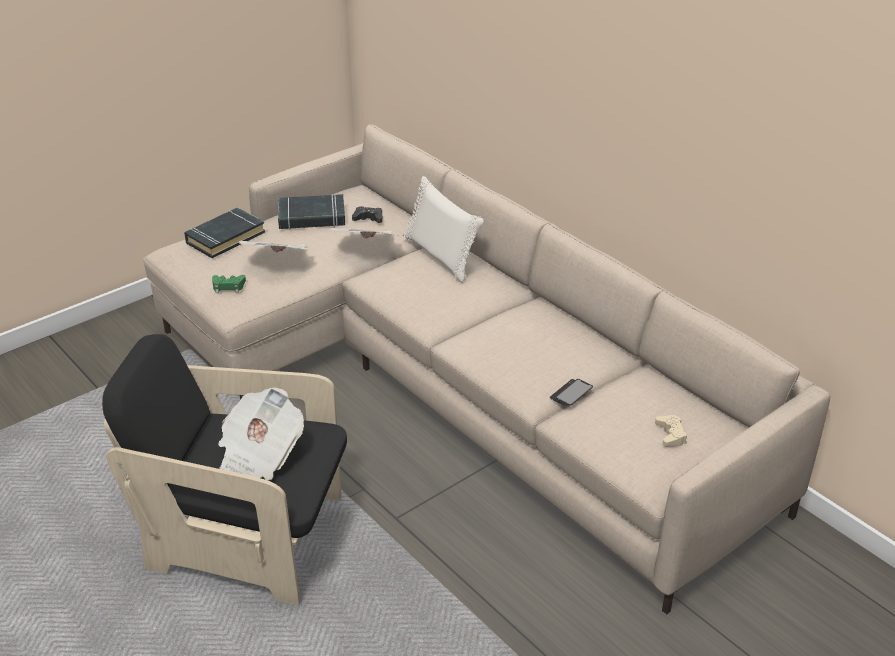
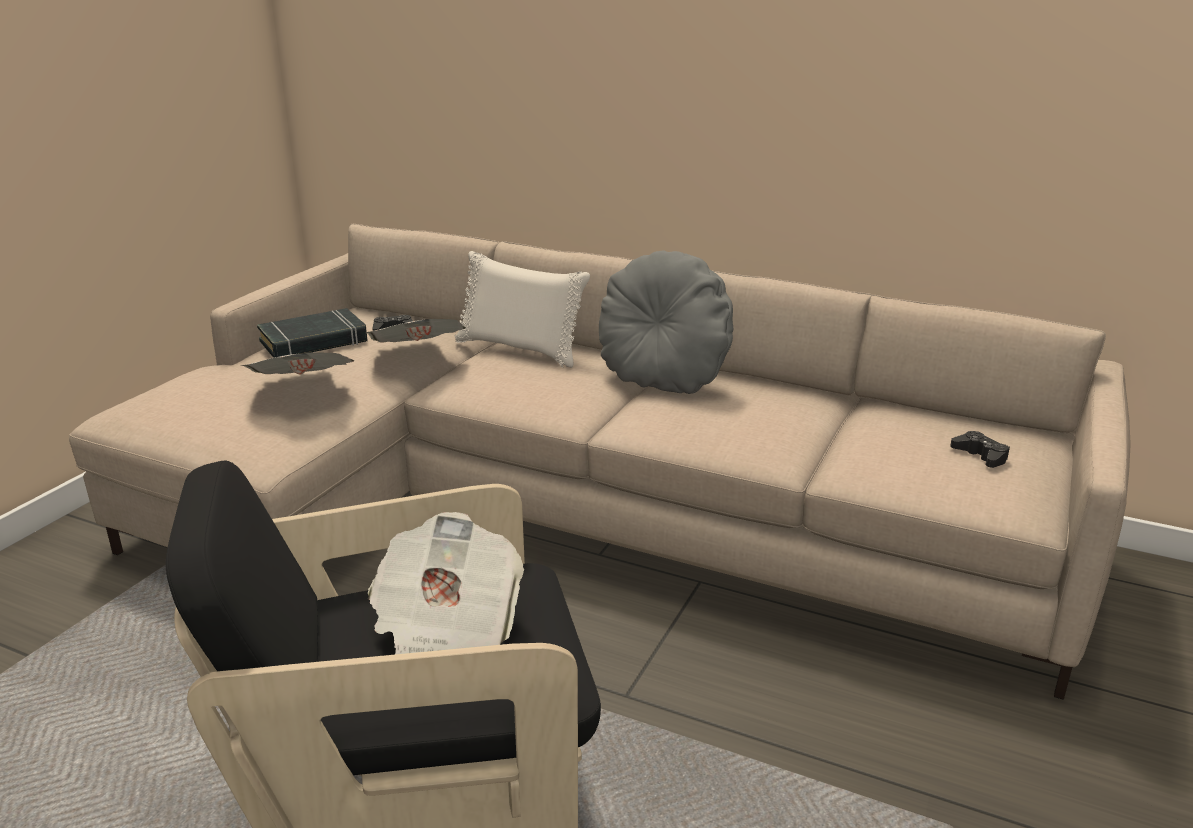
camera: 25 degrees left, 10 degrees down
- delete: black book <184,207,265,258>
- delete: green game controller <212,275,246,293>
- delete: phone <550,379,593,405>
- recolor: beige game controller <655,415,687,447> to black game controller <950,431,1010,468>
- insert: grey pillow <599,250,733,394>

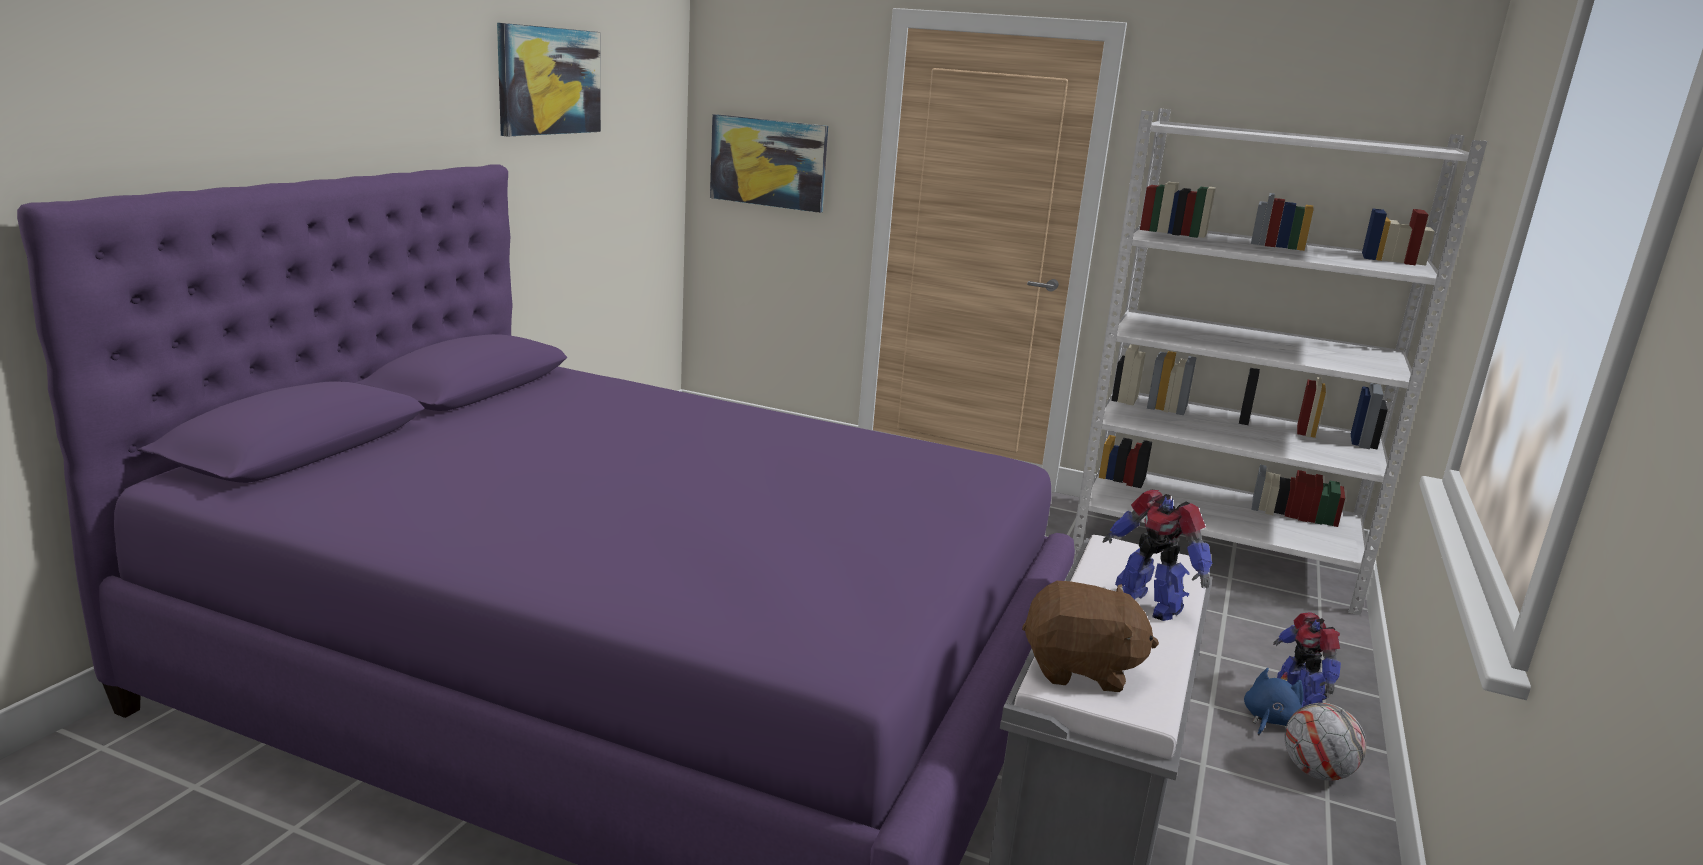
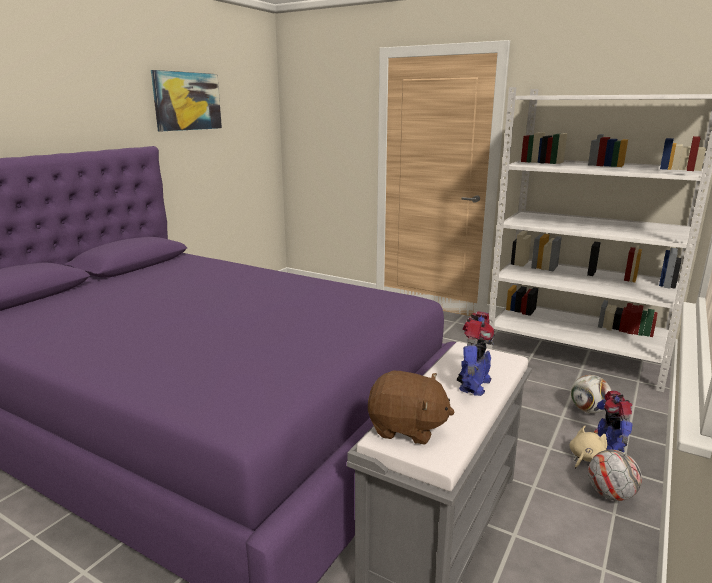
camera: 10 degrees right, 0 degrees up
- delete: picture <710,114,828,213>
- rotate: toy robot <1102,490,1213,621> = <457,311,494,396> 120 degrees counterclockwise
- recolor: blue plush toy <1244,668,1304,736> to beige plush toy <570,426,607,469>
- insert: football <571,375,611,413>

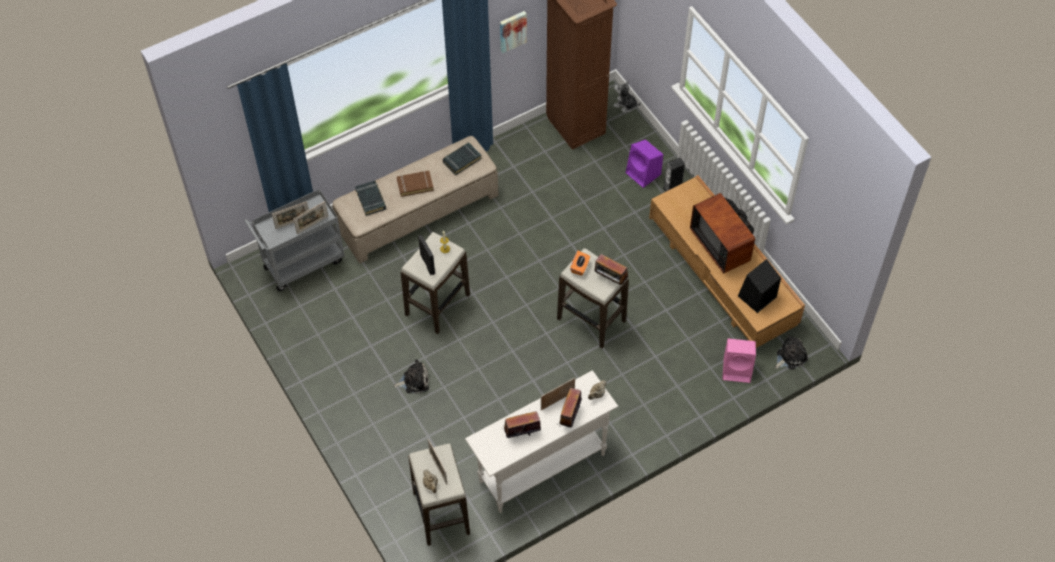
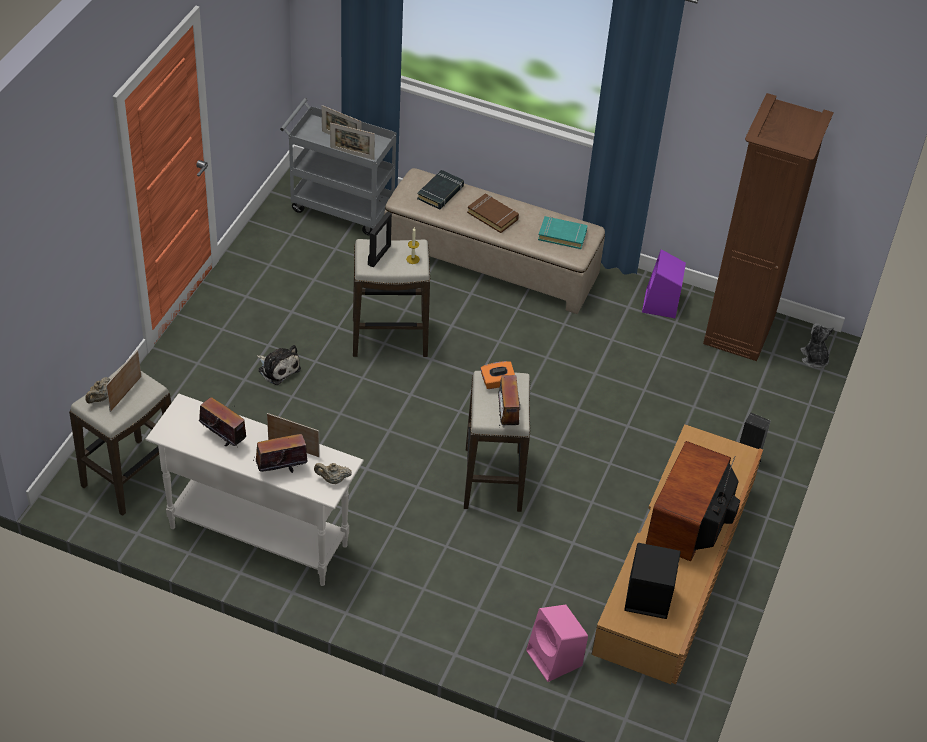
camera: 50 degrees right, 10 degrees down
- delete: picture <500,11,527,53>
- move: purple speaker <626,139,663,188> to <642,249,686,318>
- recolor: black book <443,142,482,175> to turquoise book <538,216,588,249>
- delete: plush toy <775,335,808,370>

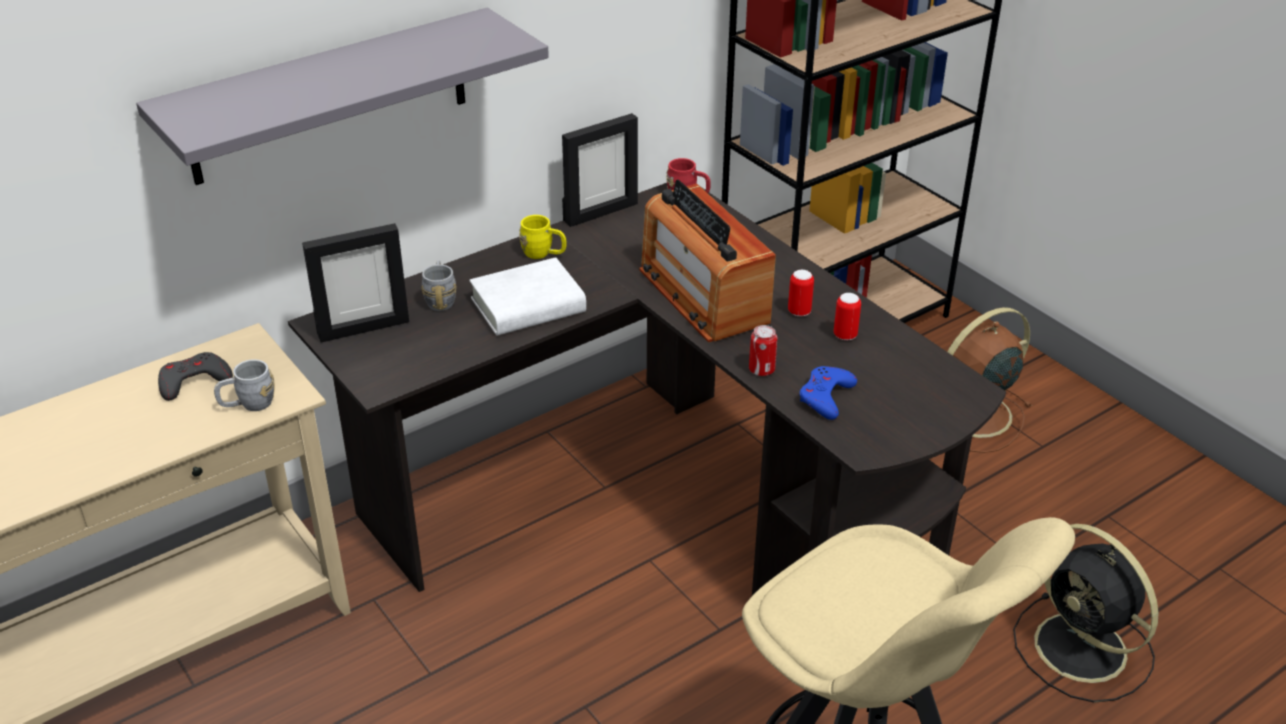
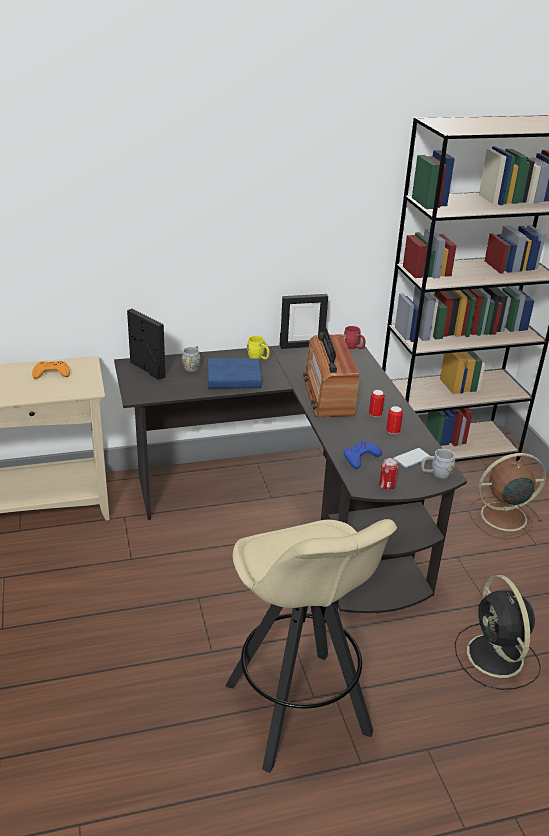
camera: 20 degrees right, 5 degrees down
- delete: grey shelf <136,8,549,185>
- rotate: picture frame <302,223,409,343> = <127,309,166,380> 135 degrees counterclockwise
- recolor: white book <469,257,586,336> to blue book <208,358,261,389>
- move: can <749,325,777,376> to <379,458,398,490>
- recolor: grey game controller <158,352,233,401> to orange game controller <32,361,70,379>
- move: grey mug <214,359,275,411> to <421,449,455,479>
- insert: phone <393,448,430,468>

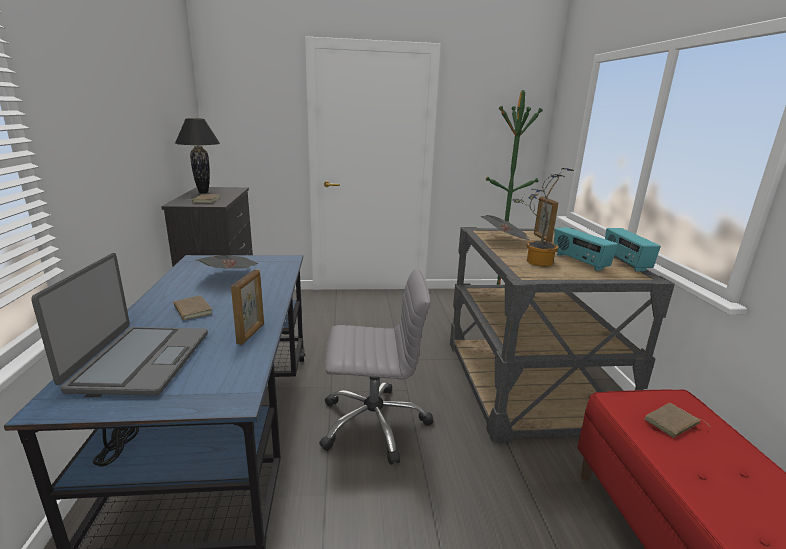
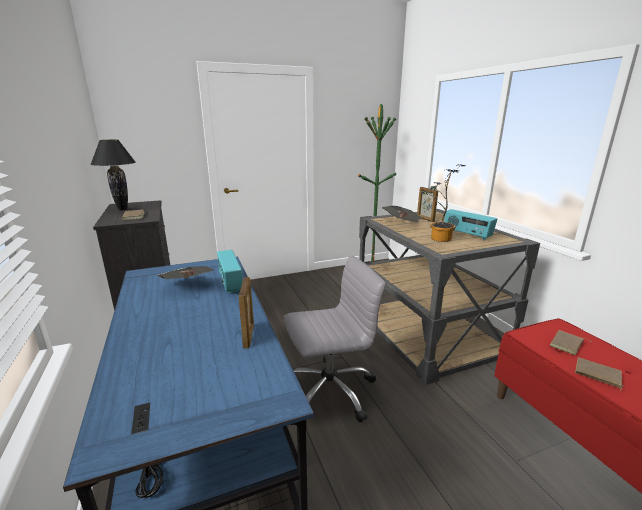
camera: 15 degrees left, 0 degrees up
- move: radio <605,228,661,272> to <217,250,243,294>
- delete: laptop <31,253,208,396>
- move: brown book <172,295,212,320> to <575,357,624,390>

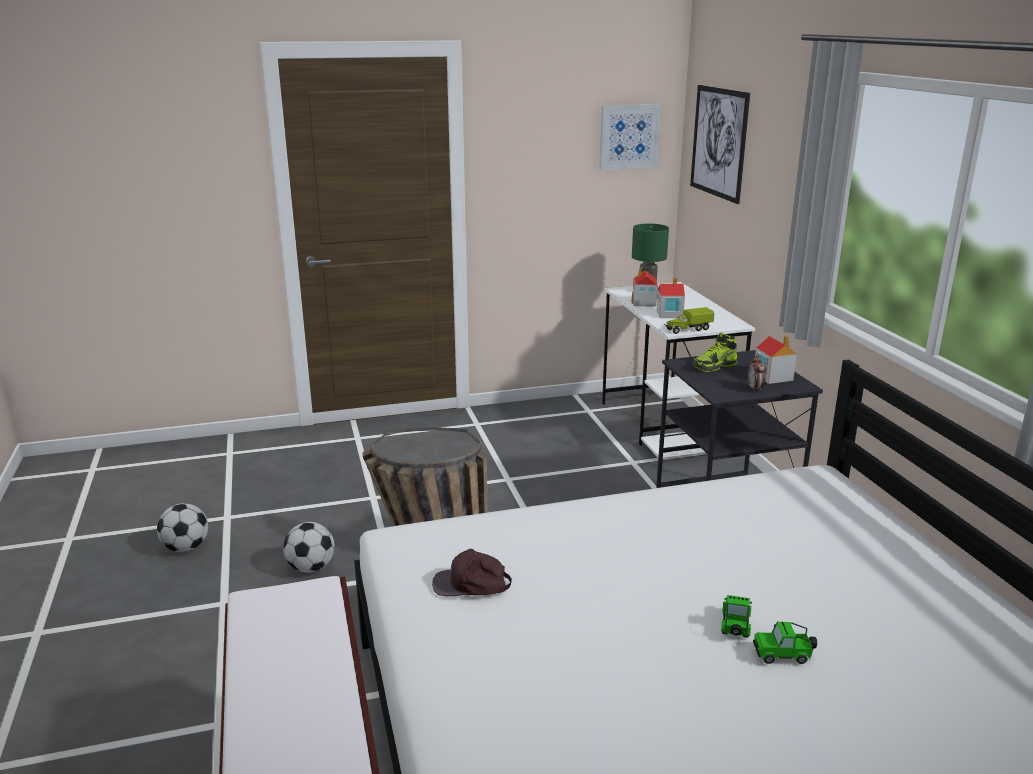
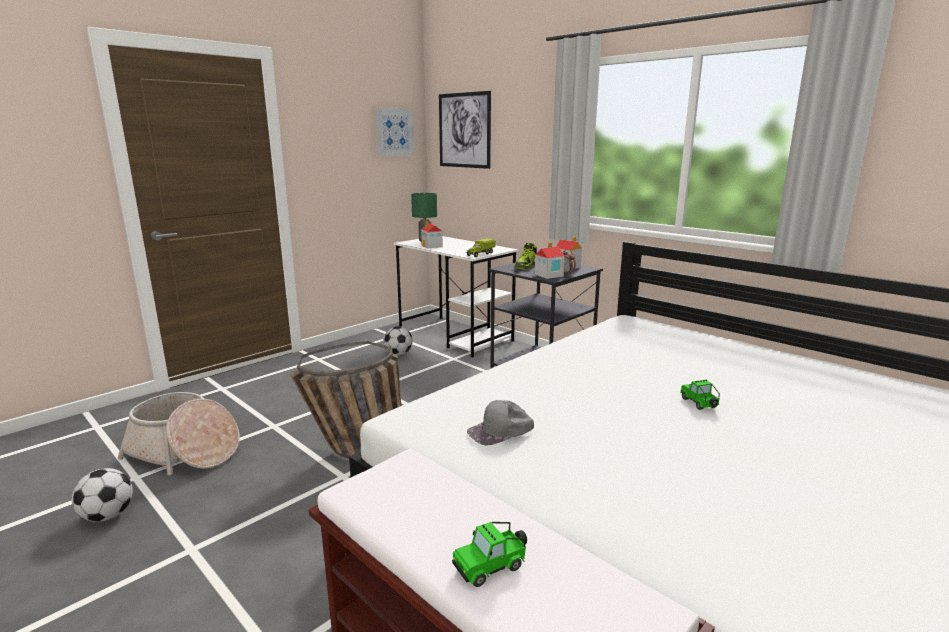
camera: 30 degrees left, 5 degrees down
- move: toy house <657,277,685,318> to <535,242,565,279>
- move: football <283,522,335,573> to <383,326,413,355>
- recolor: brown cap <432,549,512,596> to grey cap <467,400,534,446>
- move: toy car <753,622,817,664> to <452,522,527,587>
- insert: basket <117,392,240,475>

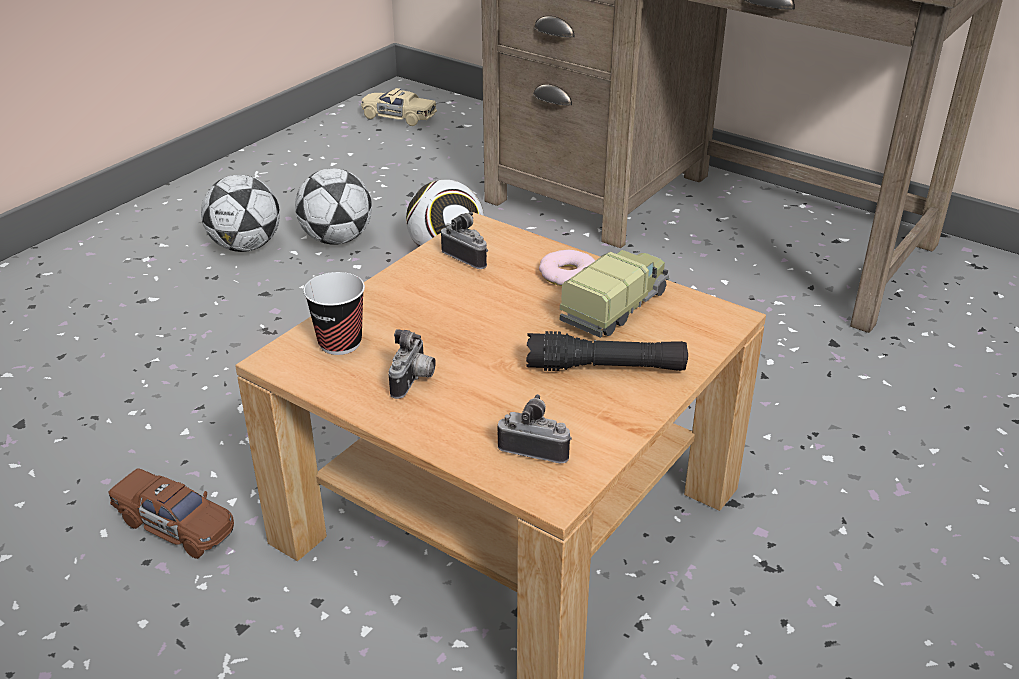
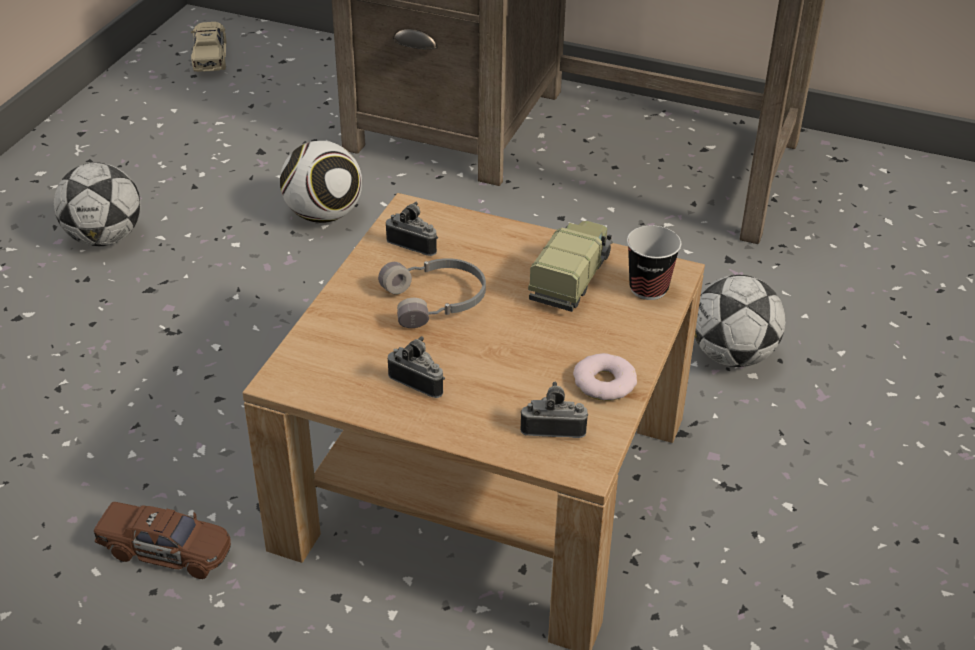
camera: 15 degrees left, 5 degrees up
- rotate: beige toy car <361,88,437,126> = <191,22,226,72> 75 degrees clockwise
- move: football <295,168,372,245> to <695,275,786,367>
- move: donut <539,250,595,286> to <573,353,637,401>
- move: cup <303,272,365,355> to <627,226,681,300>
- rotate: photo camera <388,329,436,399> = <388,336,445,398> 60 degrees counterclockwise
- delete: black flashlight <526,331,688,371>
- insert: grey headphones <378,258,486,328>

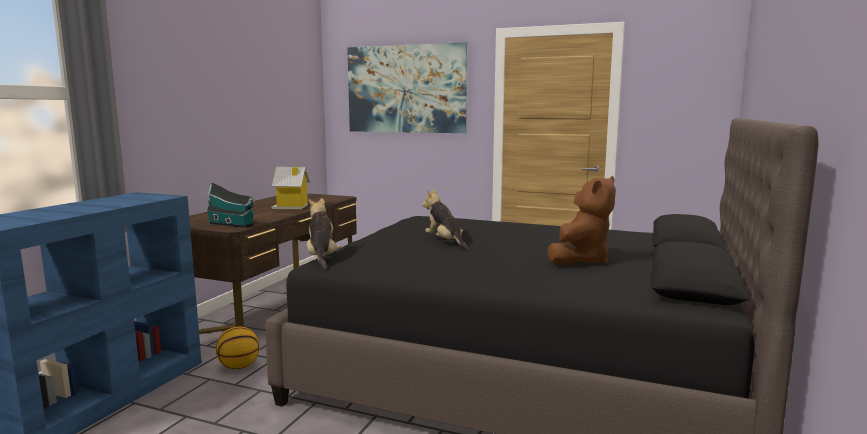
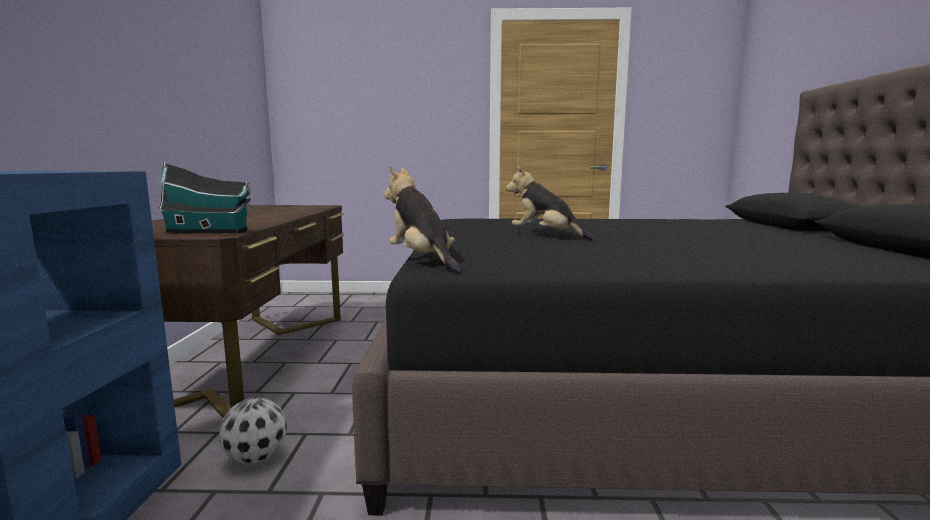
camera: 20 degrees left, 0 degrees up
- delete: picture <347,42,467,133>
- delete: toy house <272,167,310,209>
- delete: brown plush toy <548,176,616,266>
- replace: basketball <216,326,259,369> to football <219,397,287,464>

